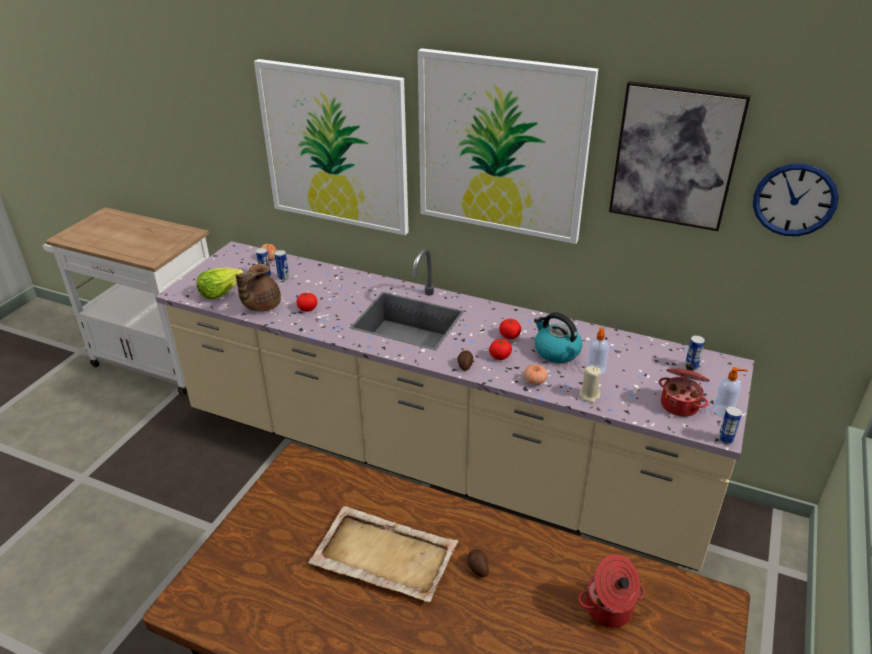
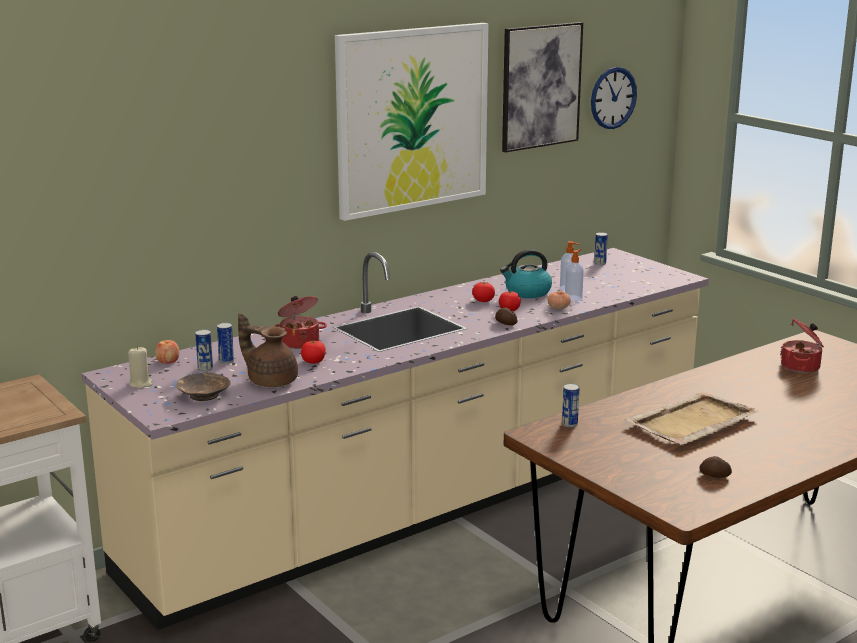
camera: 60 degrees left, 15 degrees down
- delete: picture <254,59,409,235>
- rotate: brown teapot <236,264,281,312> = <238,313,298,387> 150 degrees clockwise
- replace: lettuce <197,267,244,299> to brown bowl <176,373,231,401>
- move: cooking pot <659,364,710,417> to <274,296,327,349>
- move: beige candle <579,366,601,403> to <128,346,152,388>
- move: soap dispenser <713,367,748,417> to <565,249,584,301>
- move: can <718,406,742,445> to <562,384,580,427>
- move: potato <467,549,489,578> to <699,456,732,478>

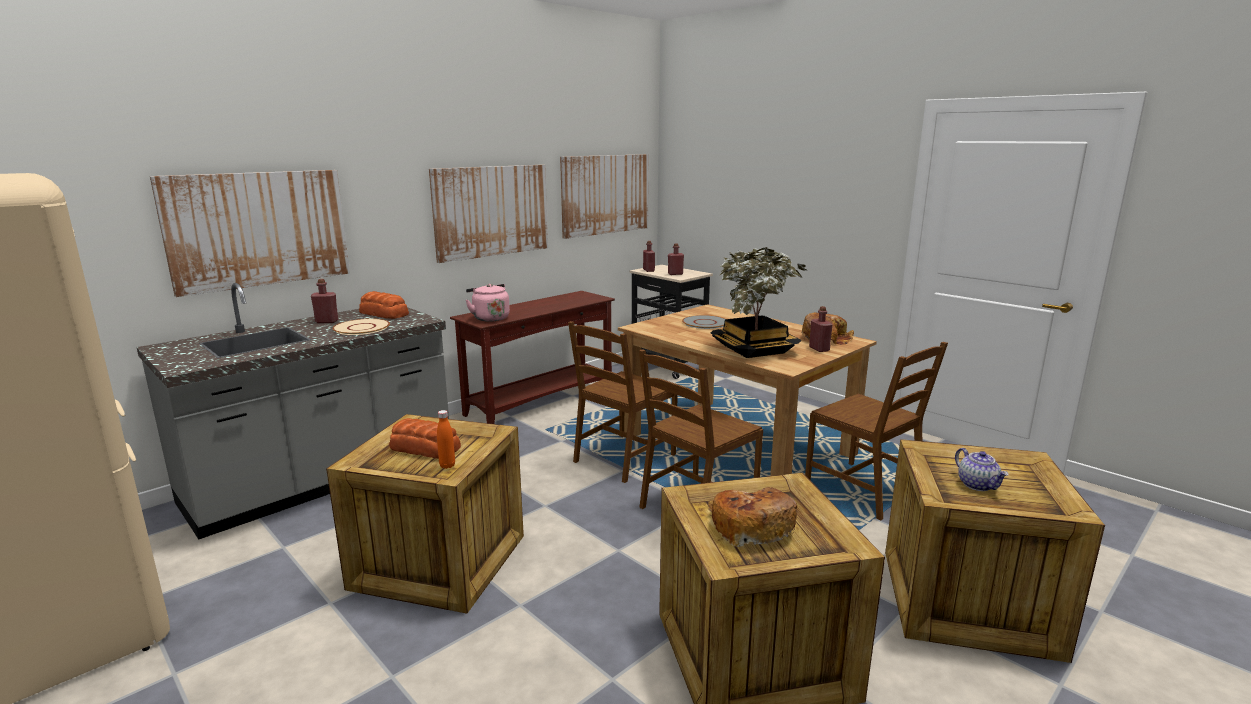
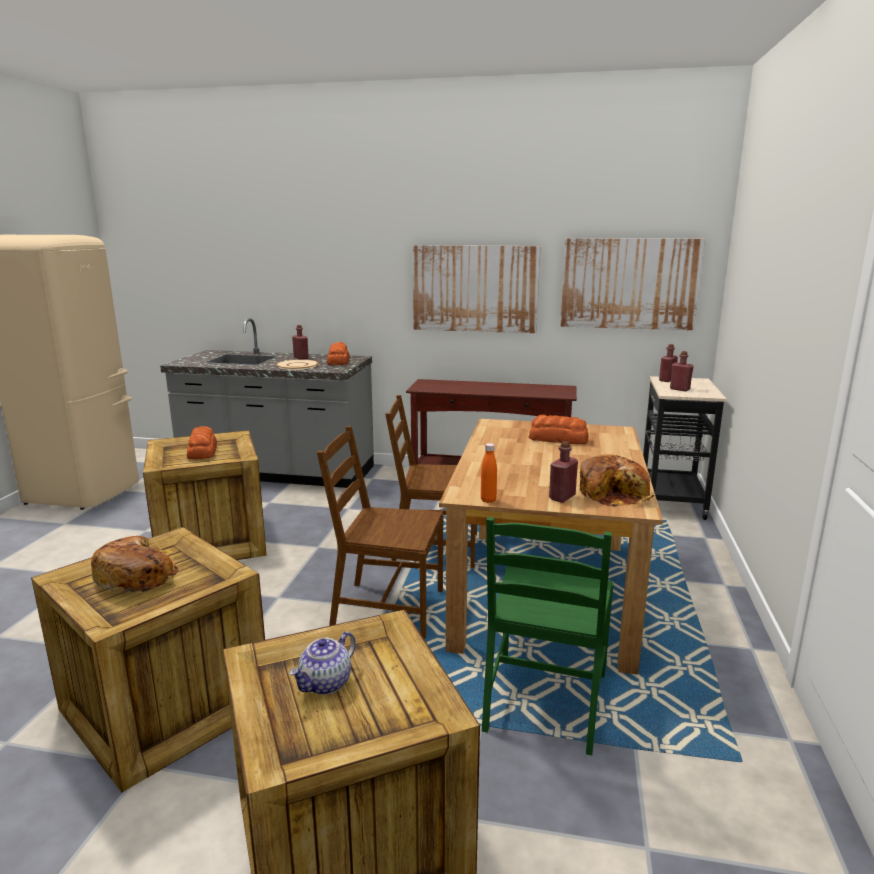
camera: 55 degrees right, 0 degrees up
- delete: picture <150,170,350,297>
- delete: potted plant <711,247,808,358>
- delete: pink kettle <466,284,510,322>
- replace: grey plate <682,315,726,329> to bread <529,415,589,444>
- recolor: brown chair <805,342,948,520> to green chair <482,517,614,756>
- move: orange bottle <437,410,455,469> to <481,443,497,503>

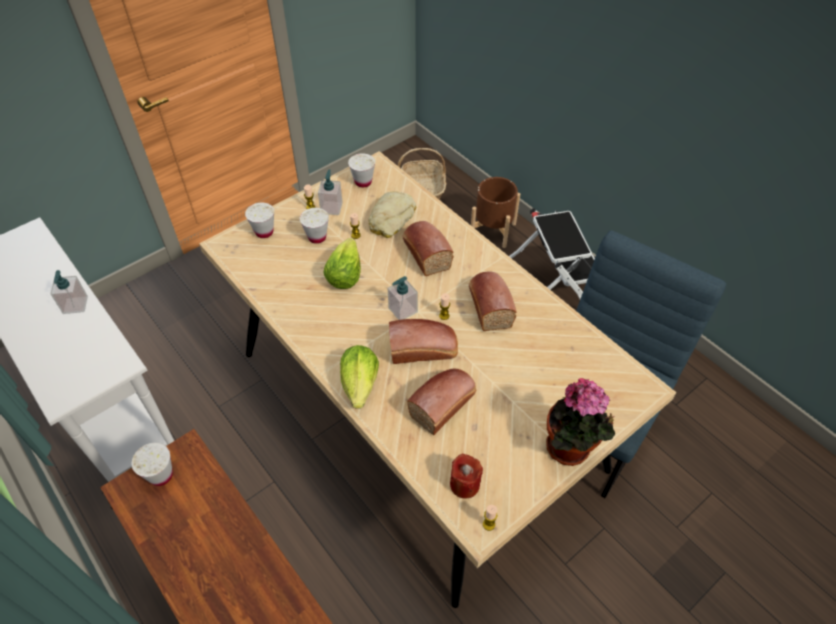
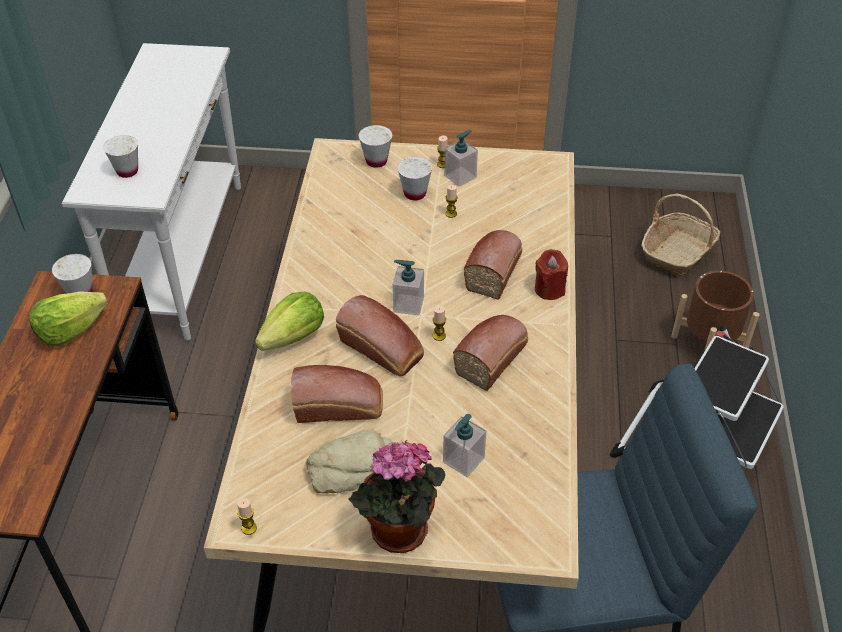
camera: 45 degrees right, 5 degrees down
- move: white cup <348,153,375,187> to <103,135,138,178>
- move: bread <369,191,416,238> to <306,430,393,493>
- move: lettuce <323,238,361,289> to <29,291,108,346>
- move: soap dispenser <50,270,88,314> to <443,414,486,477>
- move: red candle <450,454,483,499> to <535,249,568,300>

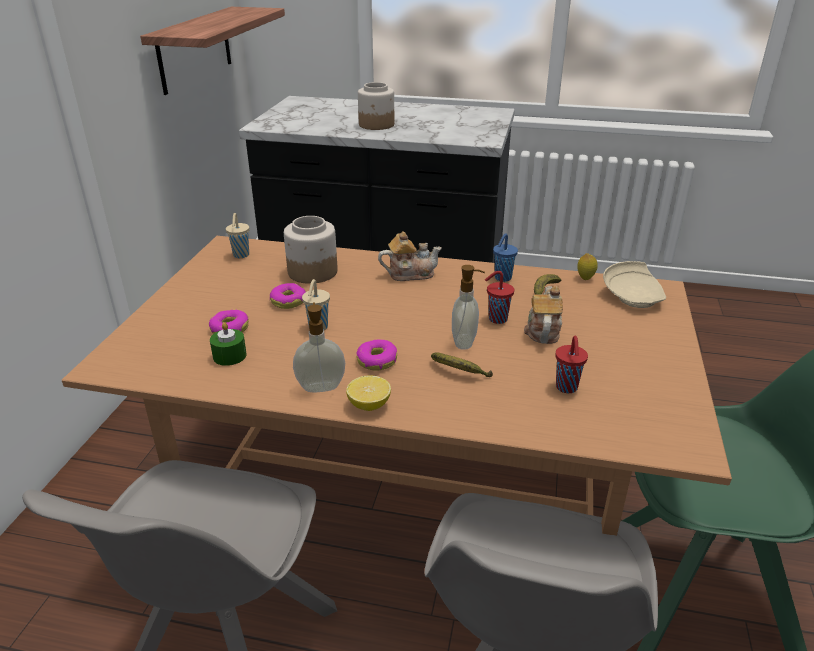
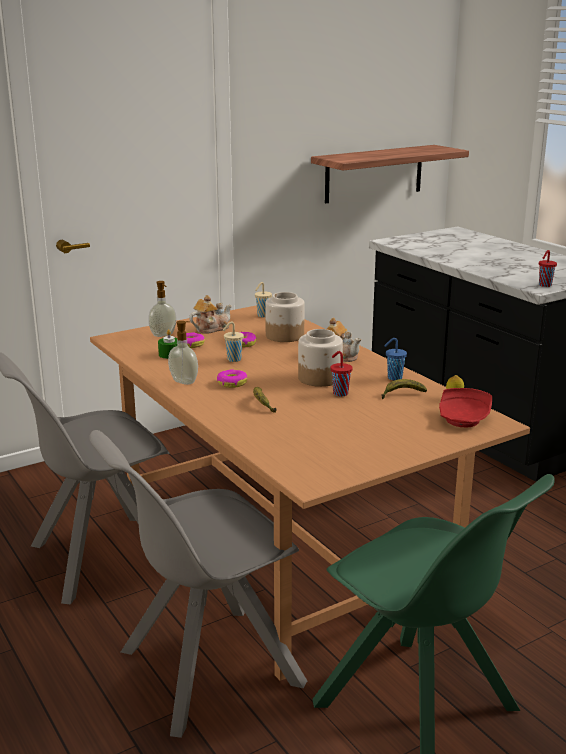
camera: 45 degrees right, 10 degrees down
- move: jar <358,82,394,130> to <298,329,343,387>
- recolor: beige plate <603,261,666,308> to red plate <439,388,492,427>
- move: soap dispenser <452,265,485,350> to <148,281,177,337>
- move: teapot <524,286,563,344> to <189,295,232,334>
- move: red cup <555,336,588,393> to <539,250,557,287>
- delete: lemon <346,375,391,411>

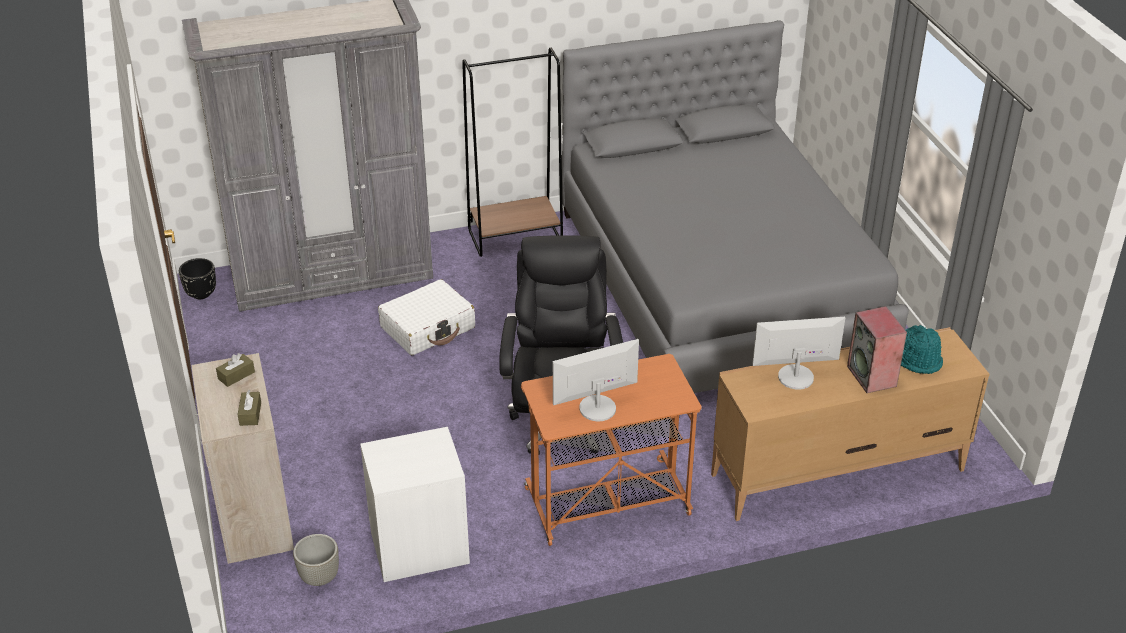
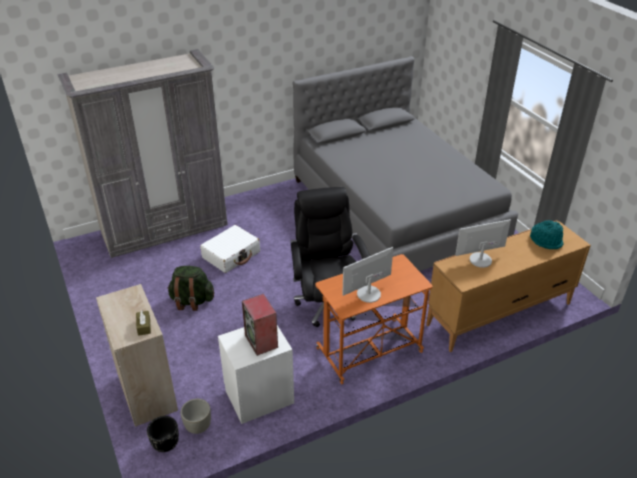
camera: 10 degrees left, 0 degrees up
- delete: clothes rack <462,47,563,257>
- move: black planter <179,258,216,299> to <147,416,179,452>
- move: speaker <847,306,907,393> to <242,294,278,356>
- delete: brown tissue box <216,353,255,387>
- insert: green backpack <167,266,214,311>

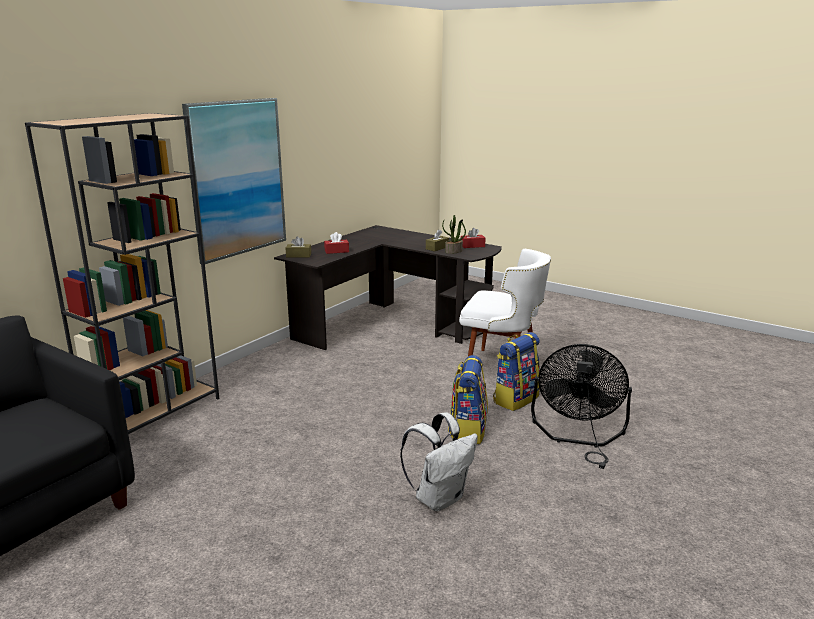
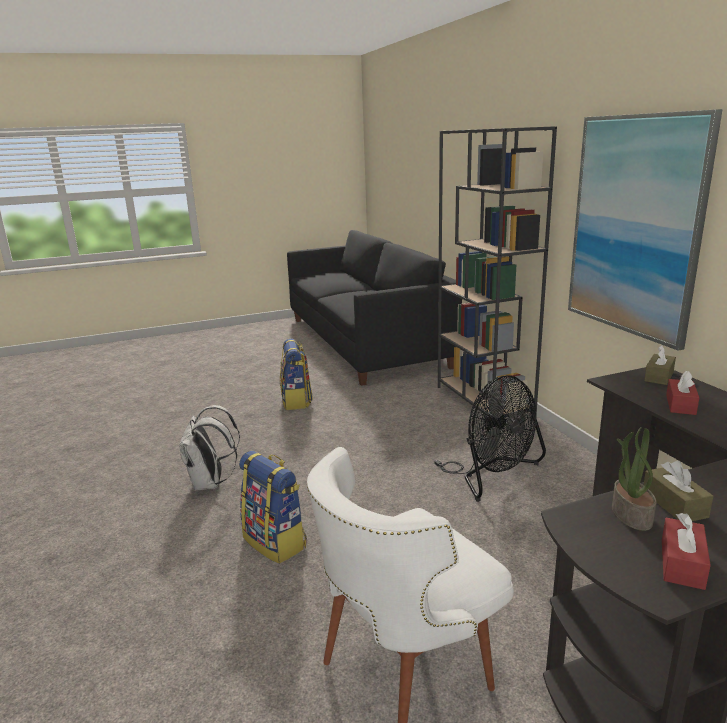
camera: 125 degrees right, 0 degrees up
- move: backpack <493,332,540,411> to <280,338,313,410>
- move: black fan <531,344,632,469> to <434,375,546,502>

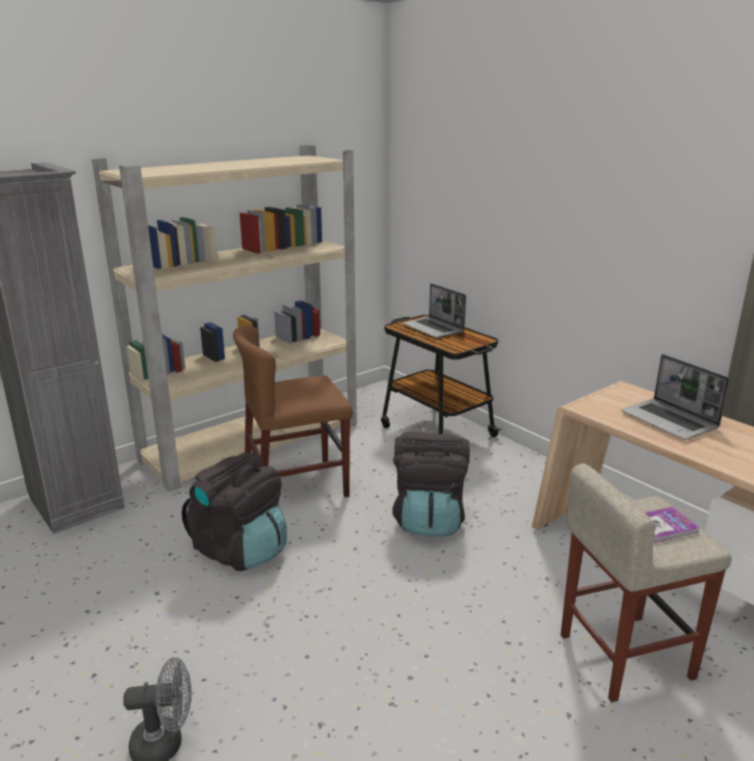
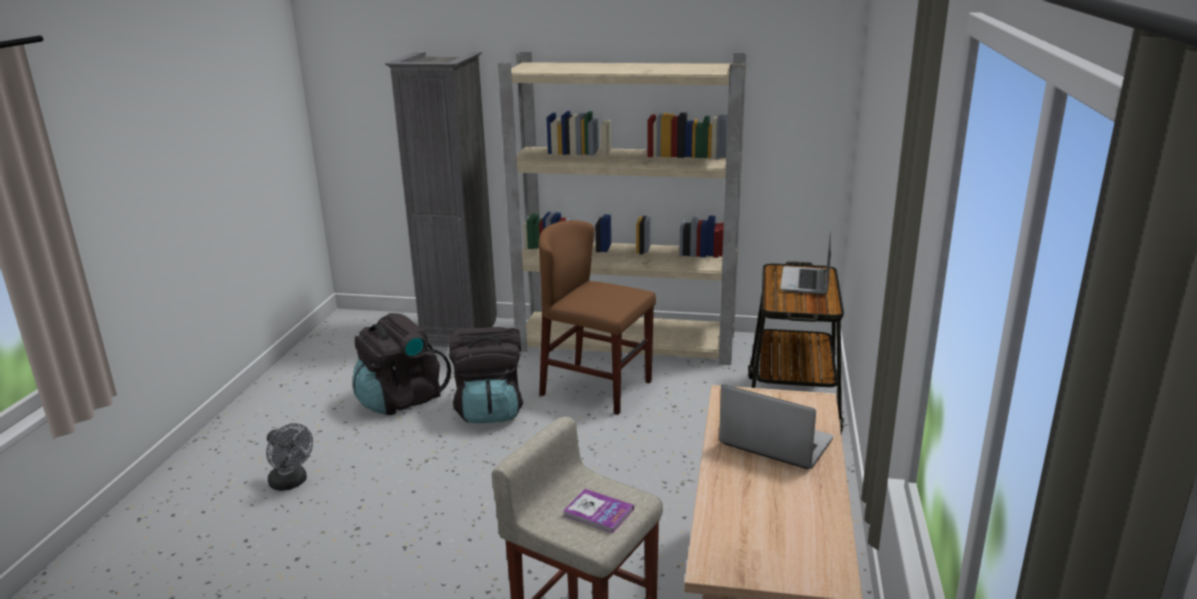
camera: 50 degrees right, 0 degrees up
- rotate: laptop <621,354,730,440> = <719,385,833,469> 105 degrees clockwise
- move: black backpack <392,432,470,537> to <353,313,451,415>

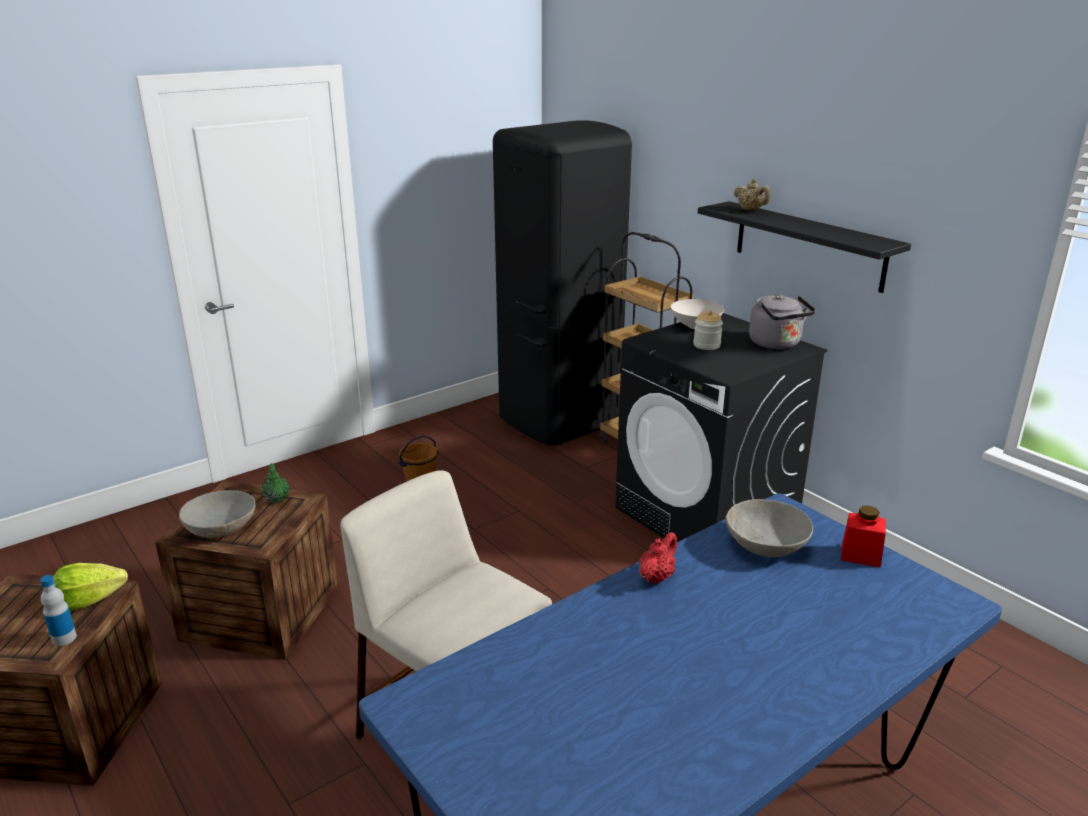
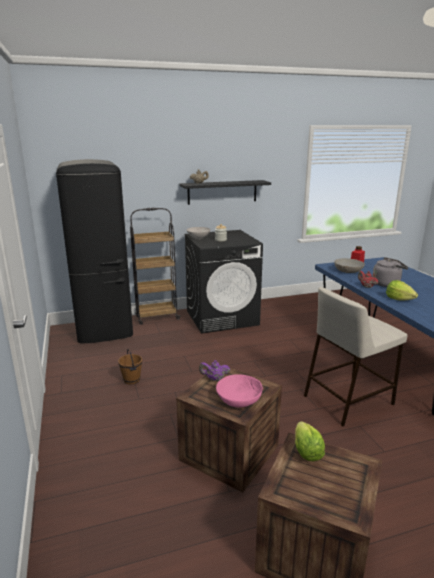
camera: 70 degrees left, 5 degrees down
- move: grey kettle <749,295,816,349> to <373,257,409,287>
- recolor: green teapot <261,463,289,503> to purple teapot <199,360,230,381>
- recolor: grey bowl <179,490,256,538> to pink bowl <216,374,263,407>
- delete: bottle <40,575,77,646>
- insert: lettuce <386,280,418,301>

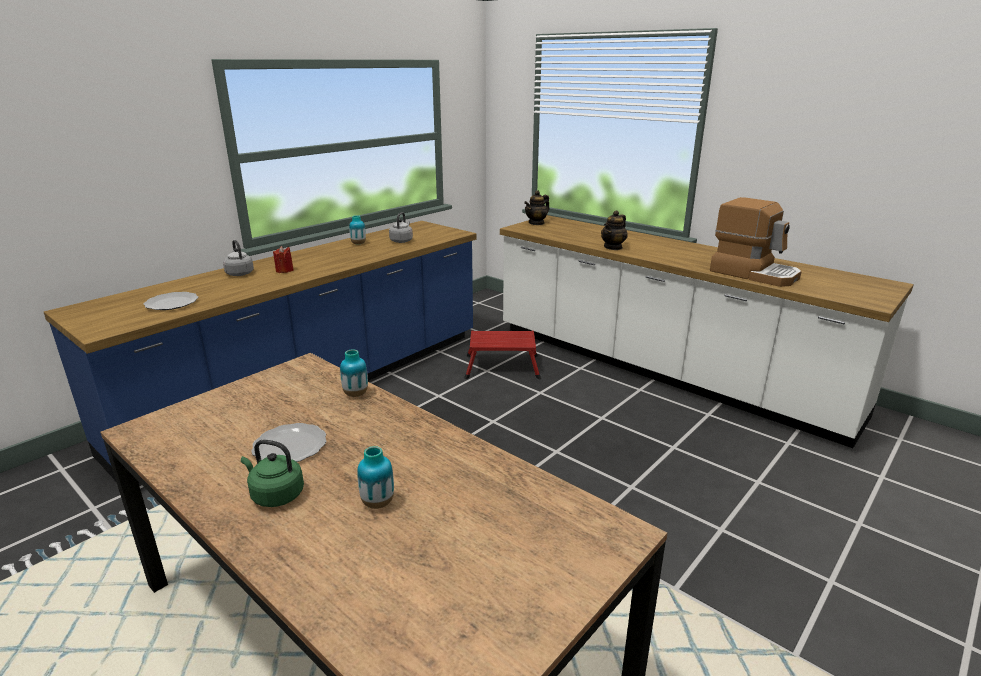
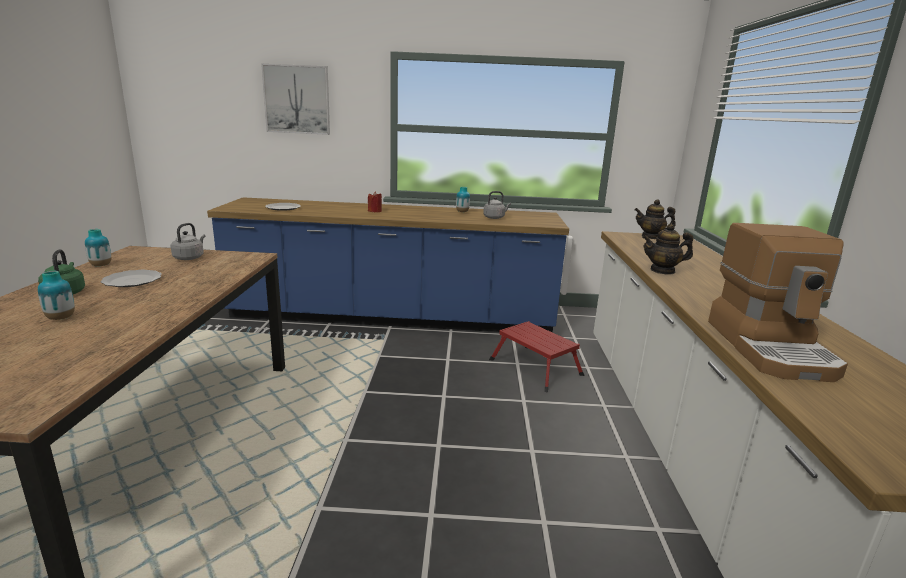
camera: 50 degrees right, 5 degrees down
- move: grey kettle <223,240,254,276> to <171,223,205,260>
- move: vase <340,349,368,397> to <85,229,111,266>
- insert: picture <261,64,330,135>

